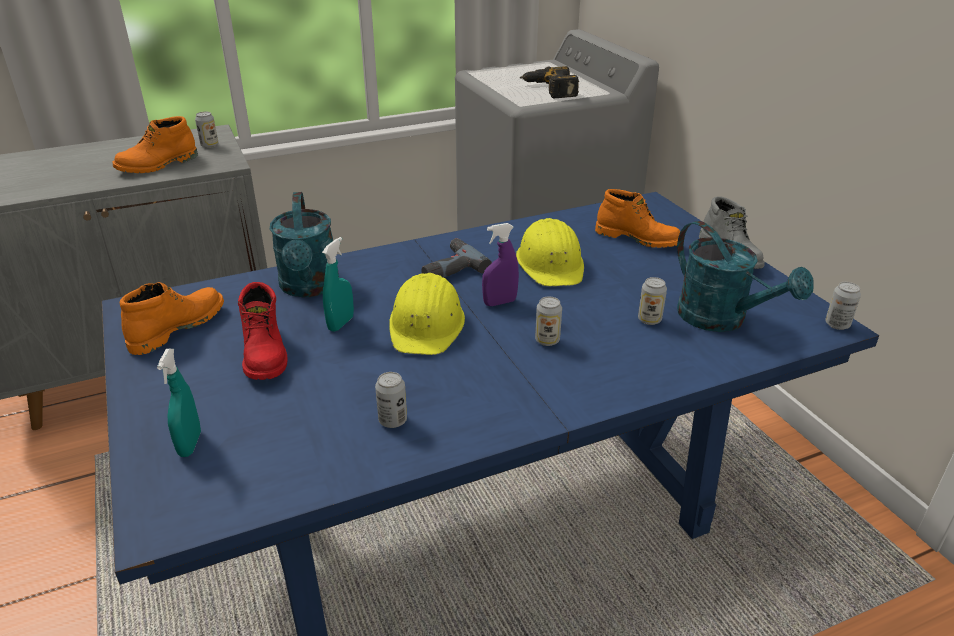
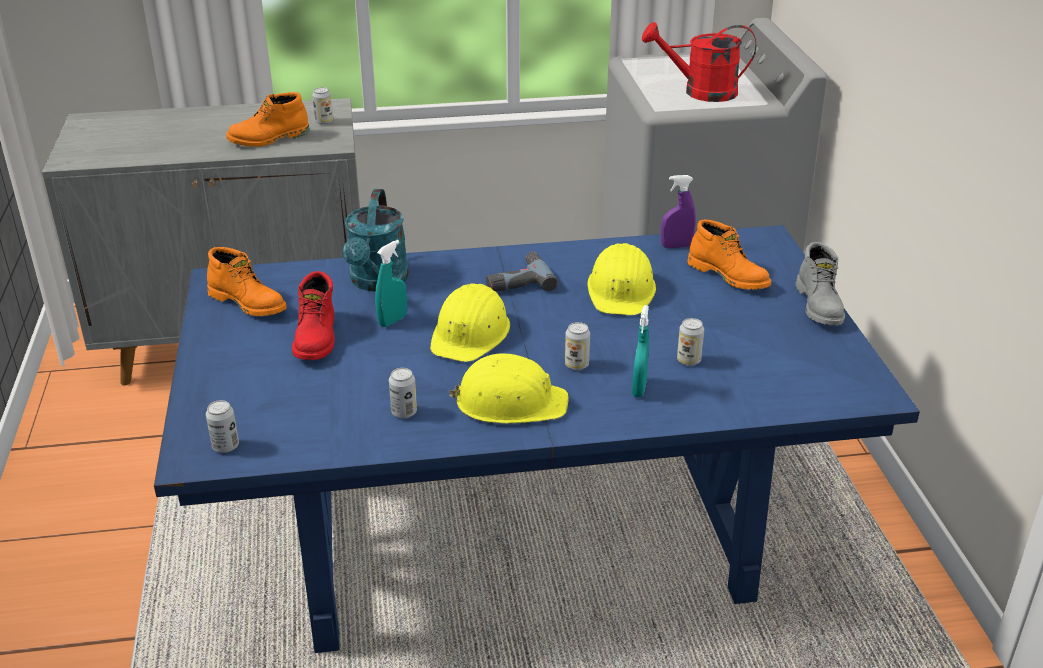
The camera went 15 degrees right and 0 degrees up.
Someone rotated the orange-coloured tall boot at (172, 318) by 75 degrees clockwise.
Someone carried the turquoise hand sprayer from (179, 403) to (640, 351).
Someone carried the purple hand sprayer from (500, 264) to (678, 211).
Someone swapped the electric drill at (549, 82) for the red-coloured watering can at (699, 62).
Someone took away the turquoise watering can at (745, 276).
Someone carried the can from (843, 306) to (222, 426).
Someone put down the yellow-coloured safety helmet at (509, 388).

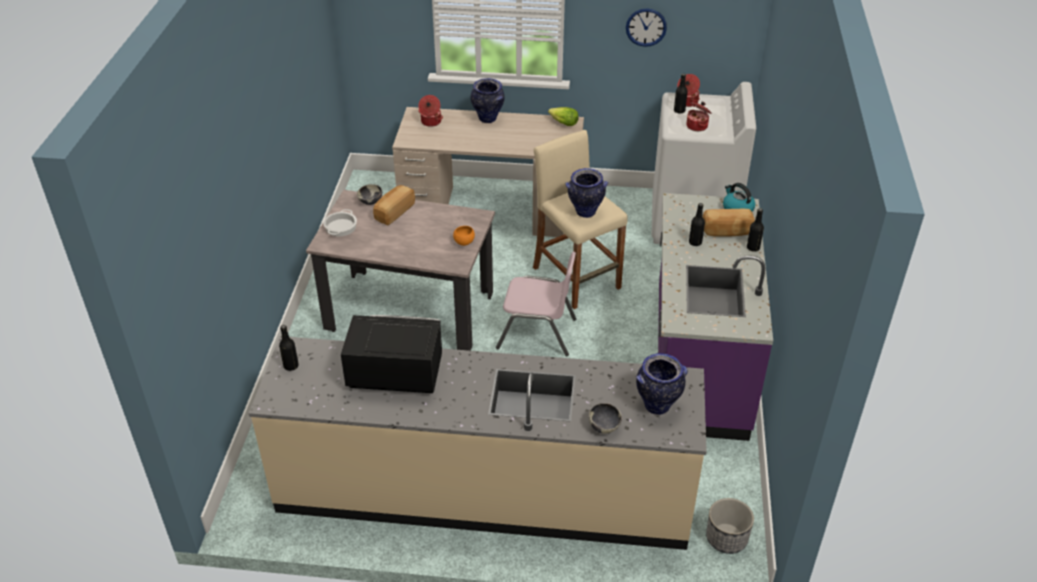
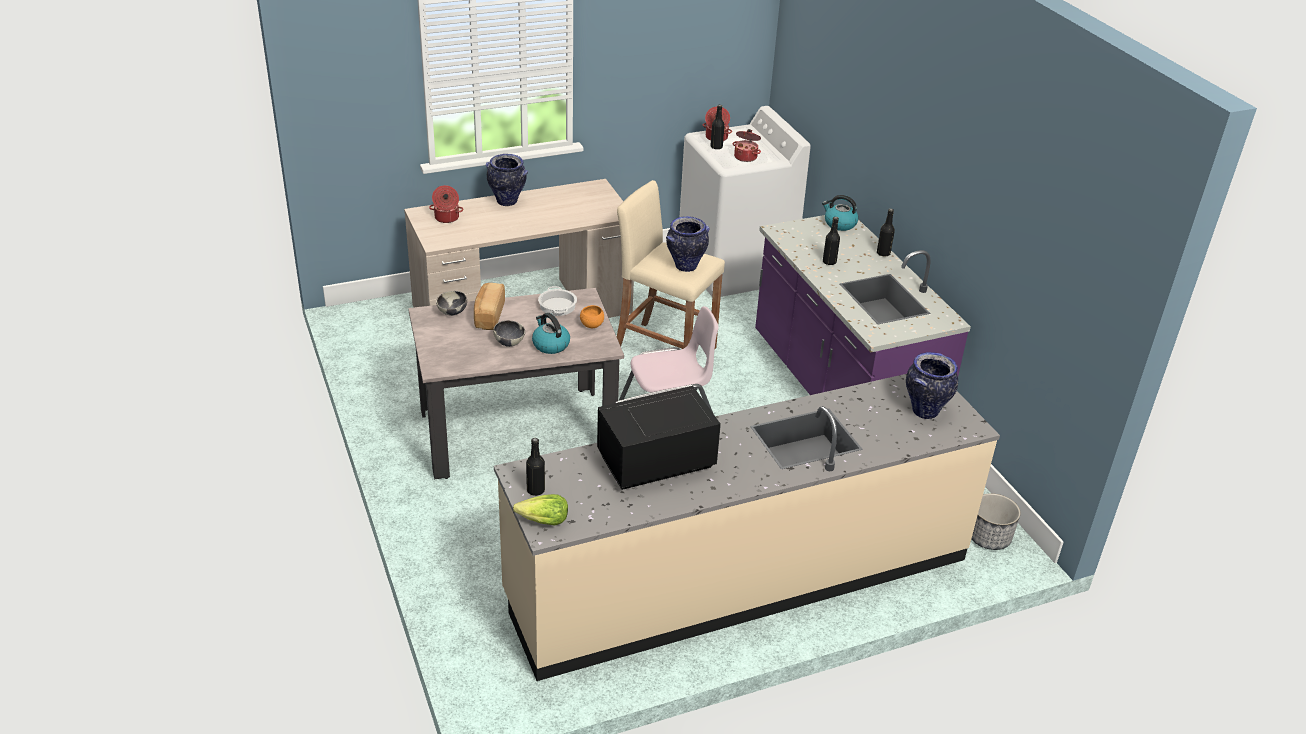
The camera went 30 degrees left and 5 degrees down.
Someone carried the saucepot from (340, 222) to (557, 301).
Someone carried the head of lettuce from (563, 116) to (540, 509).
Someone carried the serving bowl from (605, 418) to (509, 333).
Someone took away the clock on the wall at (646, 27).
Someone took away the bakery bread at (729, 223).
Someone put down the water kettle at (551, 333).

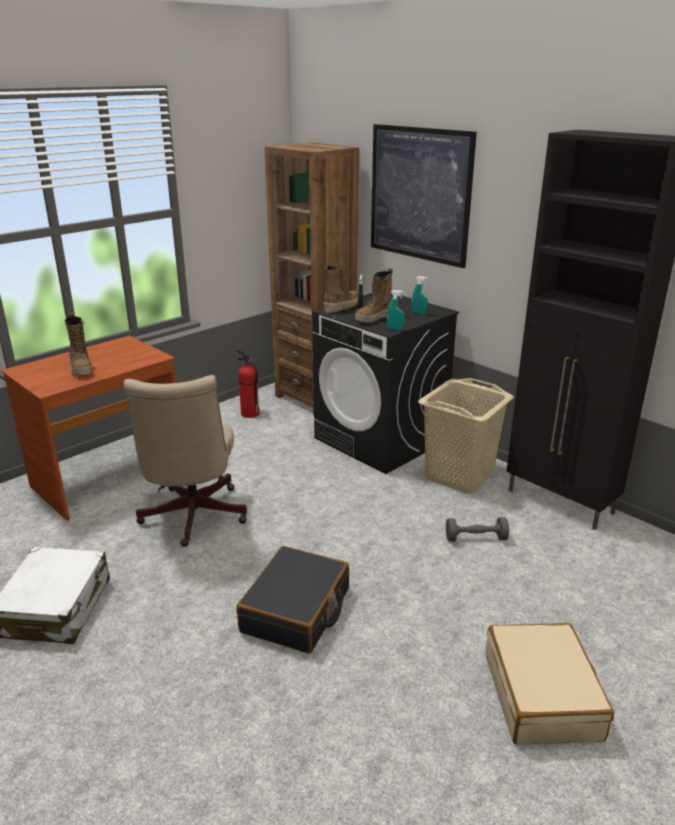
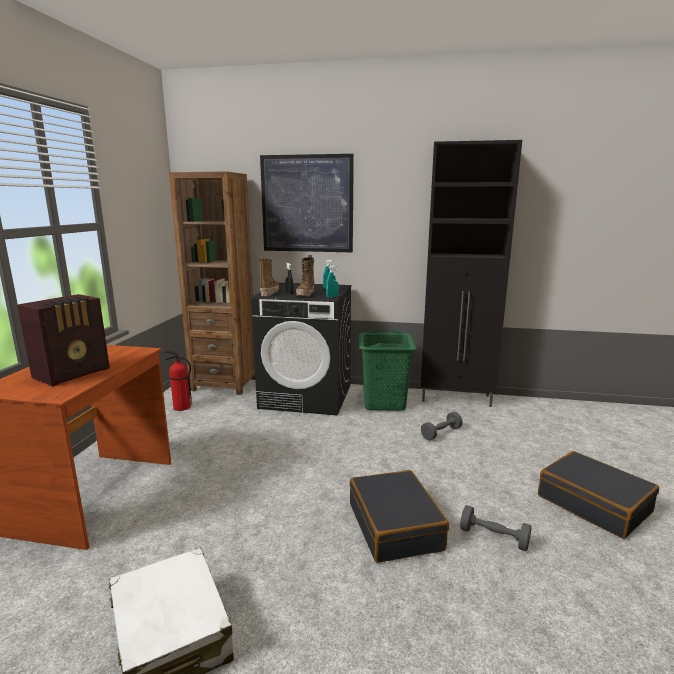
The camera went 35 degrees left and 10 degrees down.
Someone swapped the tall boot at (79, 344) for the radio at (63, 340).
Someone took away the beige office chair at (185, 461).
Someone repainted the beige hamper at (466, 436), which became the green hamper at (387, 370).
Someone repainted the beige piece of luggage at (549, 684), which became the black piece of luggage at (598, 495).
Someone put down the grey hand weight at (496, 528).

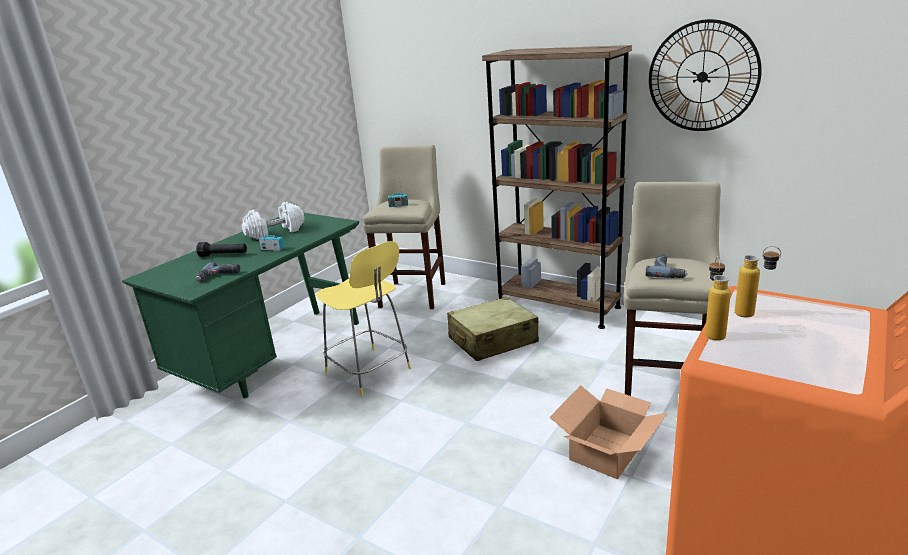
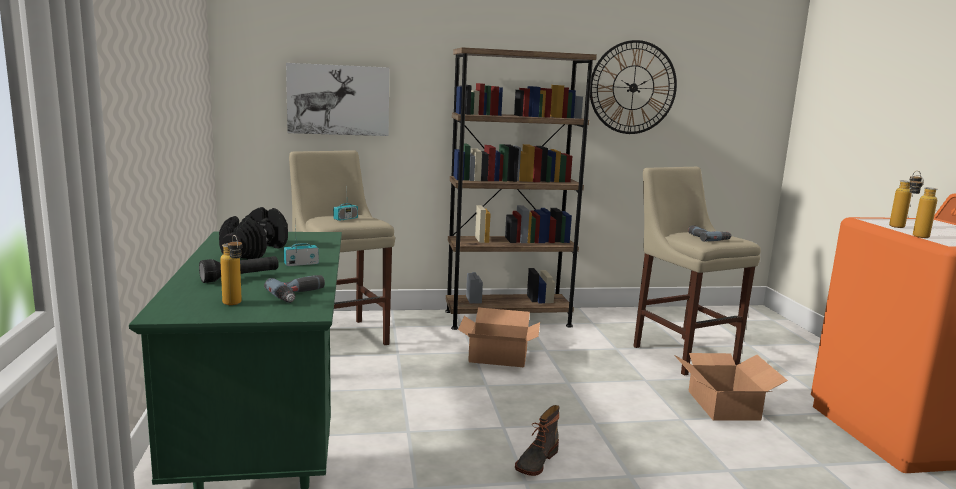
The camera went 45 degrees left and 10 degrees down.
Someone repainted the white-coloured hand weight at (273, 221), which became the black hand weight at (253, 233).
Someone took away the yellow-coloured stool seat at (363, 318).
Someone swapped the beige piece of luggage at (493, 329) for the carton at (499, 337).
Someone put down the drink bottle at (231, 270).
Someone put up the wall picture at (337, 99).
Someone put down the tall boot at (537, 440).

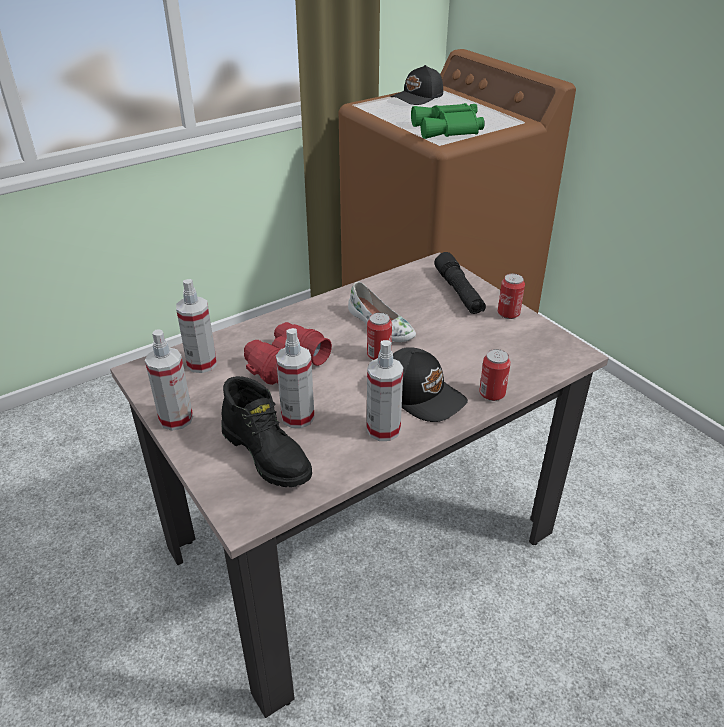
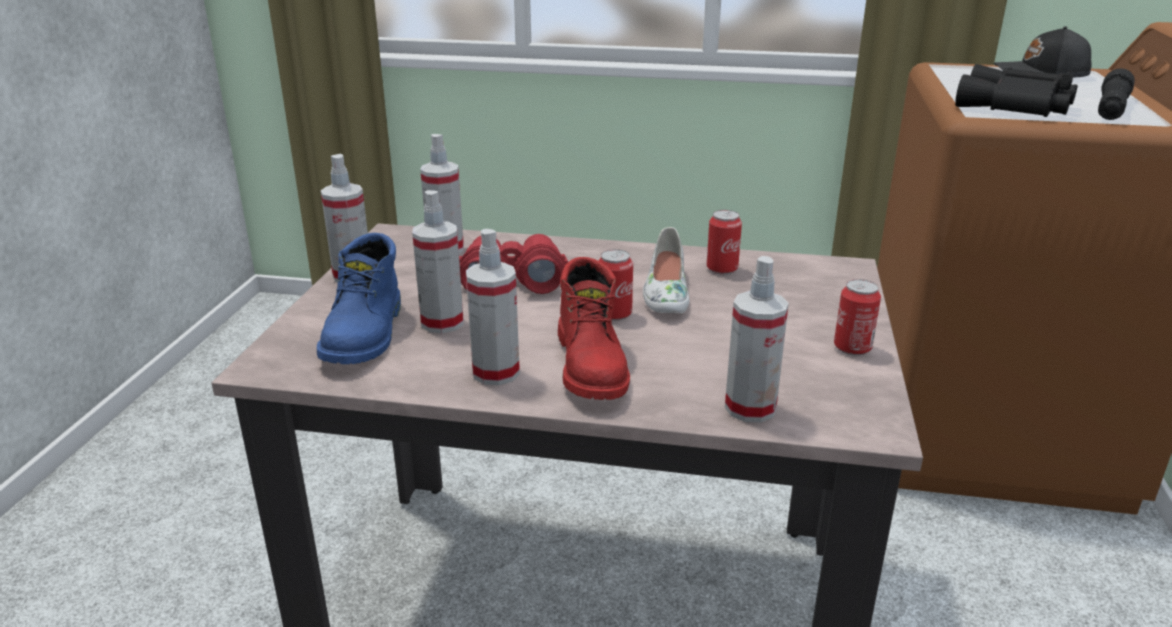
The camera went 45 degrees right and 10 degrees down.
Someone repainted the black tall boot at (266, 431), which became the blue tall boot at (359, 298).
Someone swapped the black cap at (430, 384) for the red-coloured tall boot at (594, 328).
Someone repainted the green binoculars at (448, 121), which became the black binoculars at (1016, 90).
Someone carried the black hand torch from (460, 283) to (1116, 94).
Someone carried the can from (495, 375) to (724, 242).
Someone put down the hand sprayer at (757, 339).

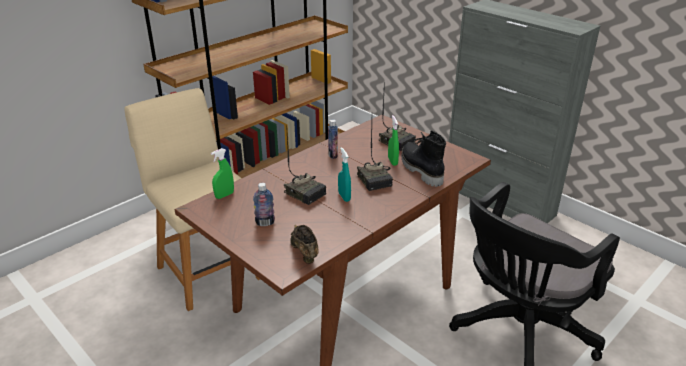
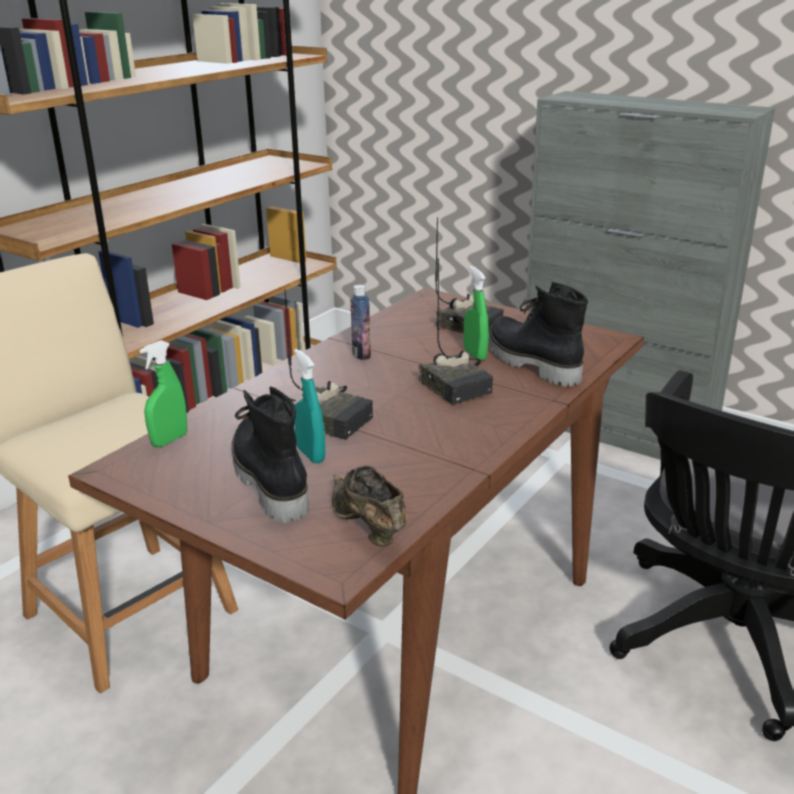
The camera went 10 degrees left and 5 degrees down.
Someone swapped the drink bottle at (264, 204) for the black tall boot at (270, 454).
Someone carried the turquoise hand sprayer from (344, 174) to (309, 406).

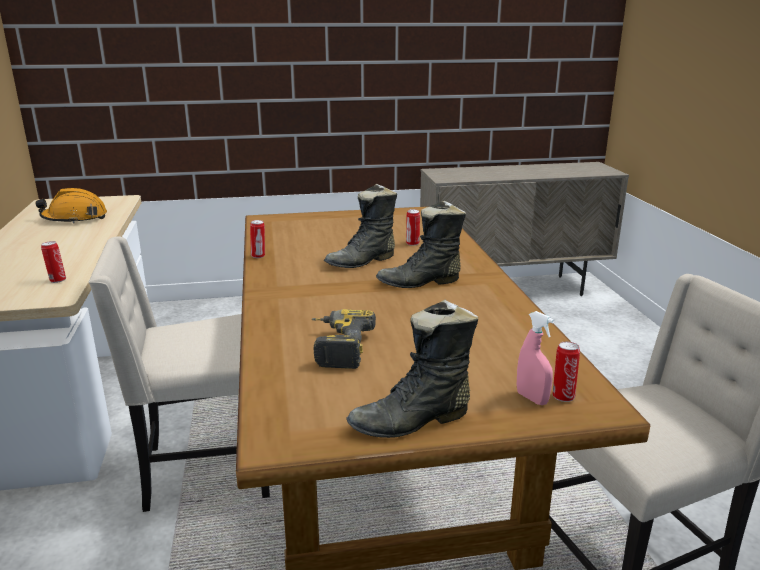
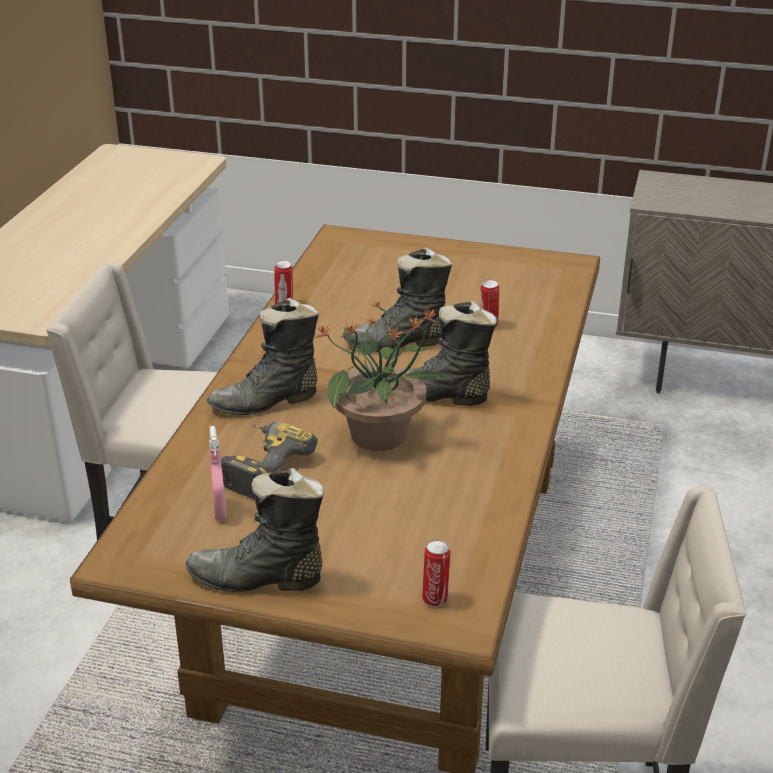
The camera went 25 degrees right and 10 degrees up.
Someone took away the orange-coloured safety helmet at (71, 206).
Someone took away the can at (53, 262).
Someone carried the pink hand sprayer from (536, 358) to (218, 473).
Someone put down the black tall boot at (263, 356).
Someone put down the potted plant at (383, 375).

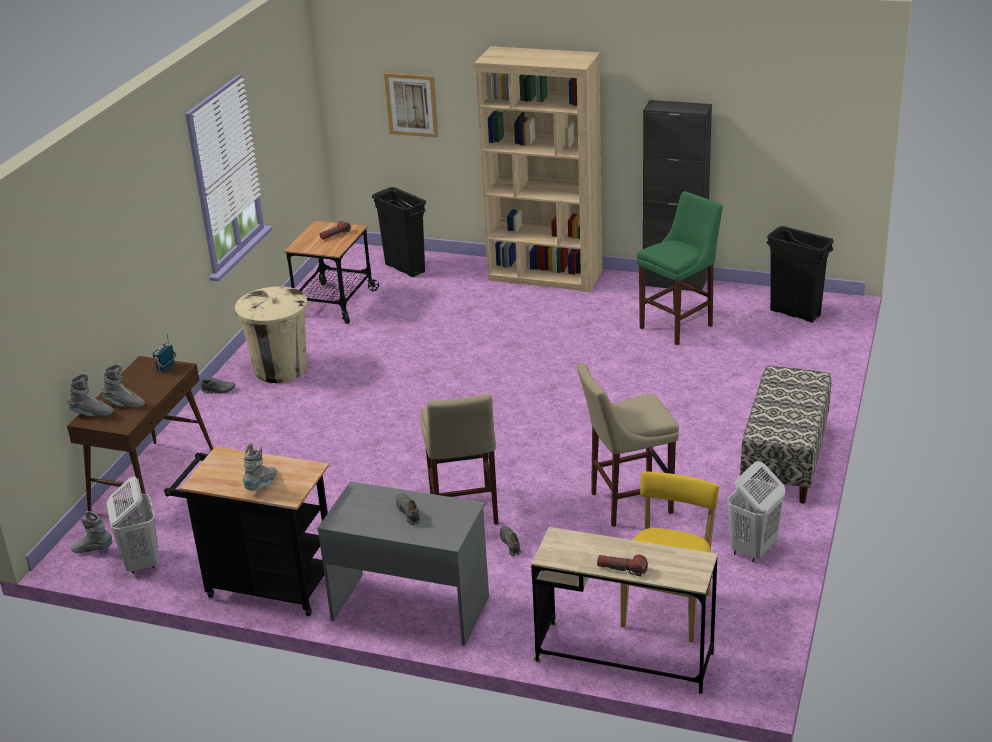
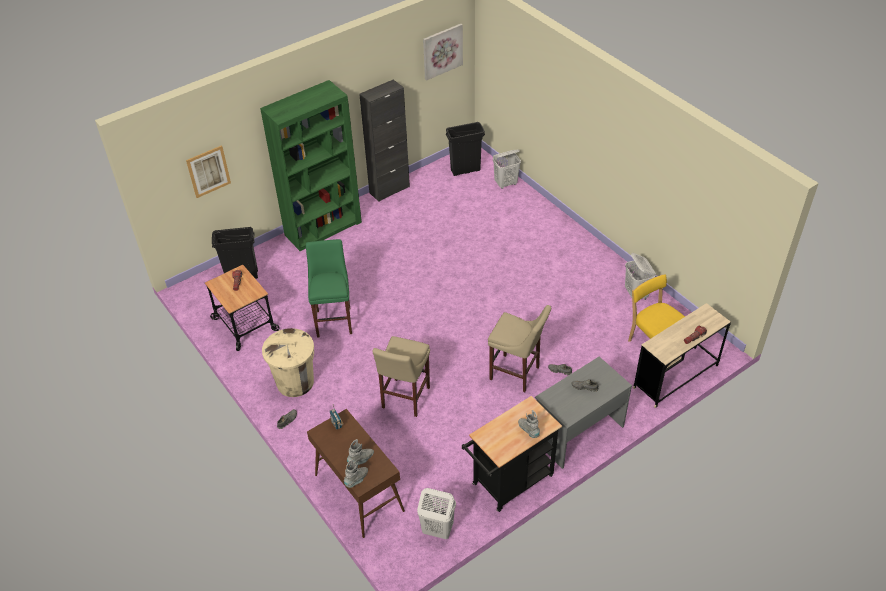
The camera went 55 degrees left and 15 degrees up.
Someone took away the grey tall boot at (91, 532).
Someone repainted the beige bookshelf at (538, 169), which became the green bookshelf at (311, 165).
Someone carried the beige stool seat from (628, 445) to (401, 376).
Someone carried the green stool seat from (680, 268) to (329, 288).
Someone took away the bench at (785, 435).
Someone put up the wall picture at (443, 52).
Someone put down the white-coloured hamper at (507, 169).

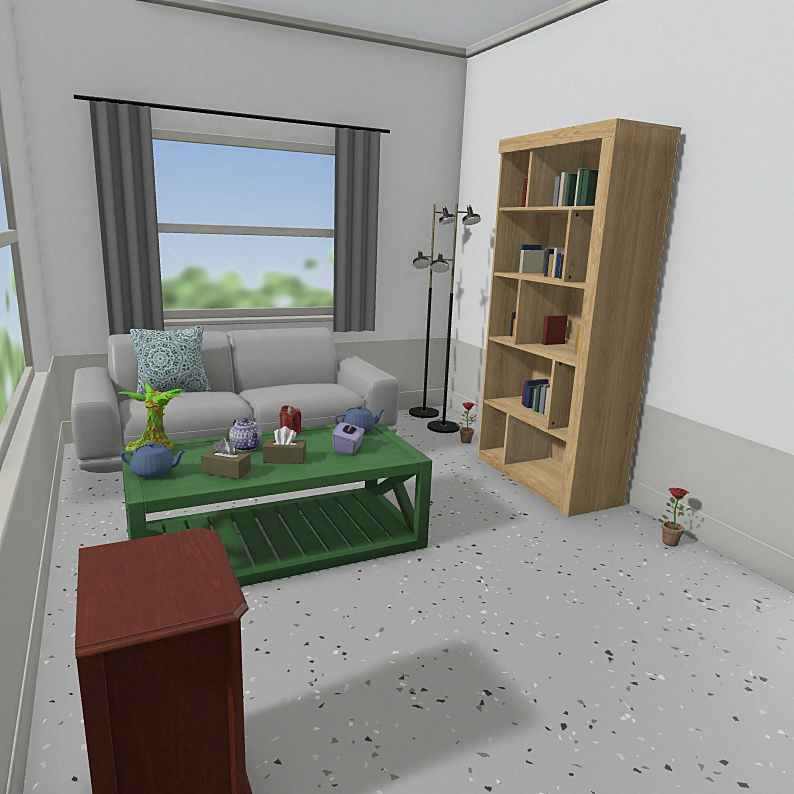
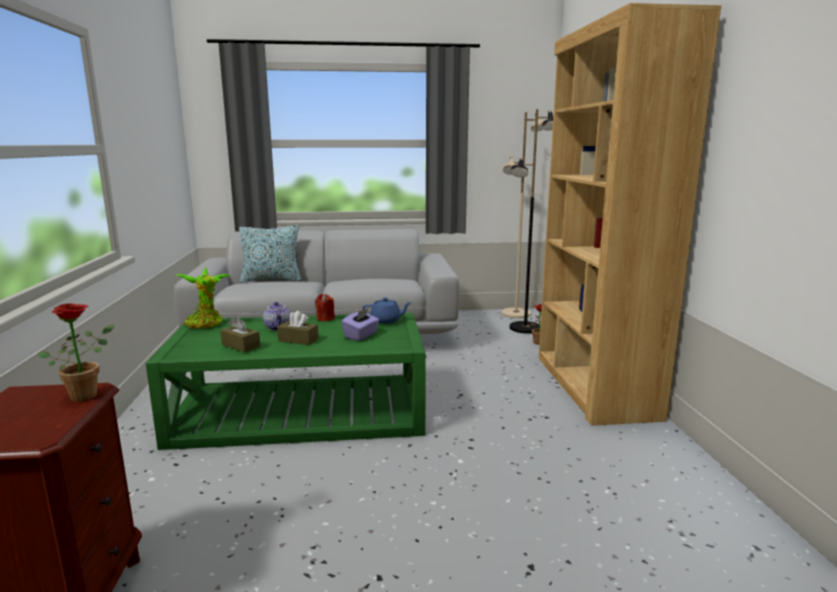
The camera went 20 degrees right and 0 degrees up.
Someone took away the blue pot for tea at (153, 460).
Someone repainted the black floor lamp at (432, 311), which became the beige floor lamp at (523, 215).
Someone carried the potted plant from (674, 517) to (75, 352).

